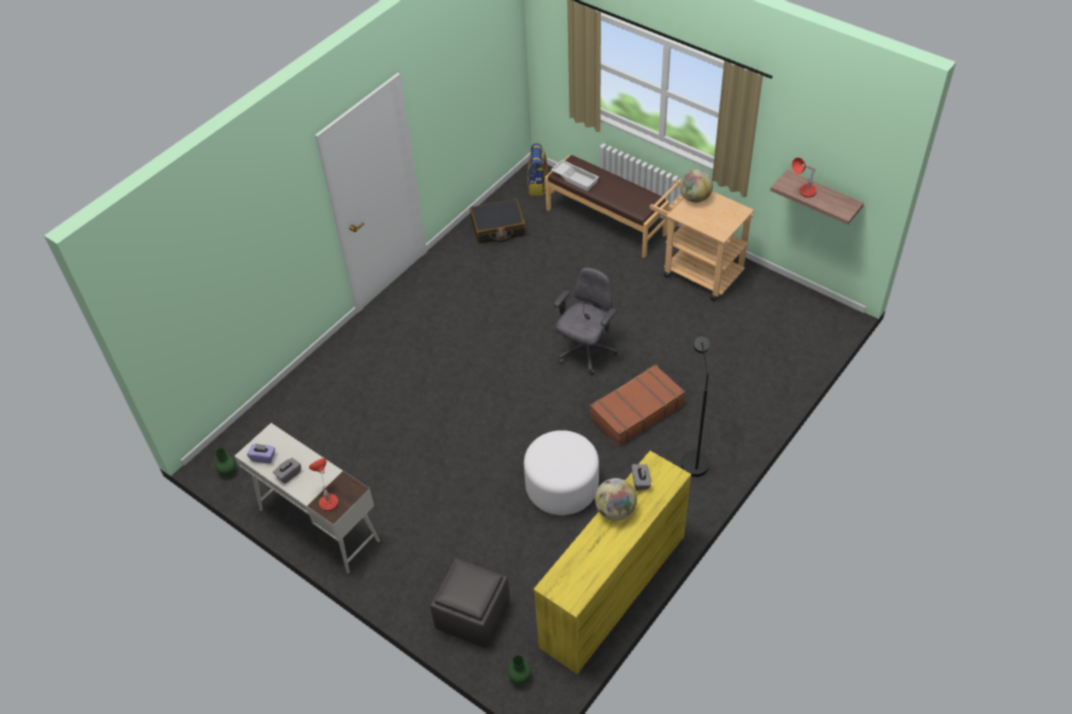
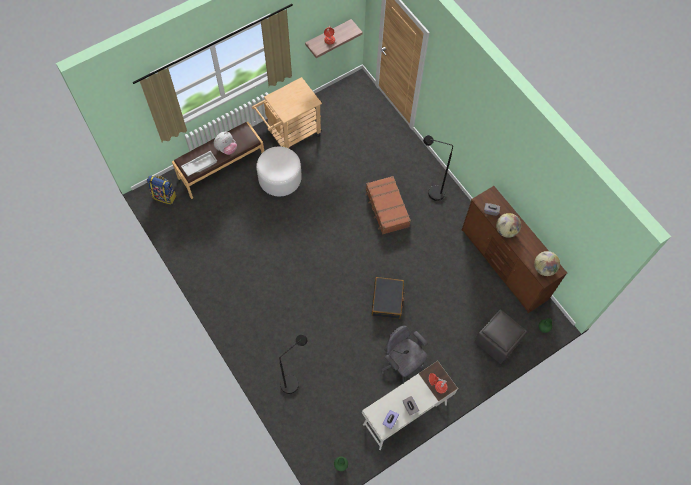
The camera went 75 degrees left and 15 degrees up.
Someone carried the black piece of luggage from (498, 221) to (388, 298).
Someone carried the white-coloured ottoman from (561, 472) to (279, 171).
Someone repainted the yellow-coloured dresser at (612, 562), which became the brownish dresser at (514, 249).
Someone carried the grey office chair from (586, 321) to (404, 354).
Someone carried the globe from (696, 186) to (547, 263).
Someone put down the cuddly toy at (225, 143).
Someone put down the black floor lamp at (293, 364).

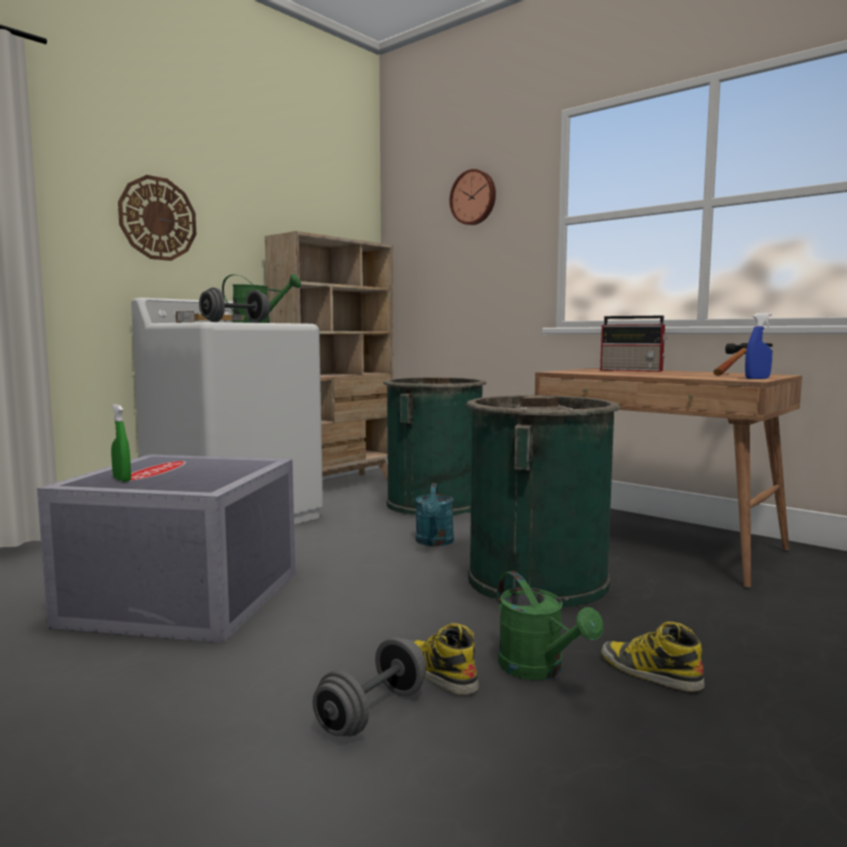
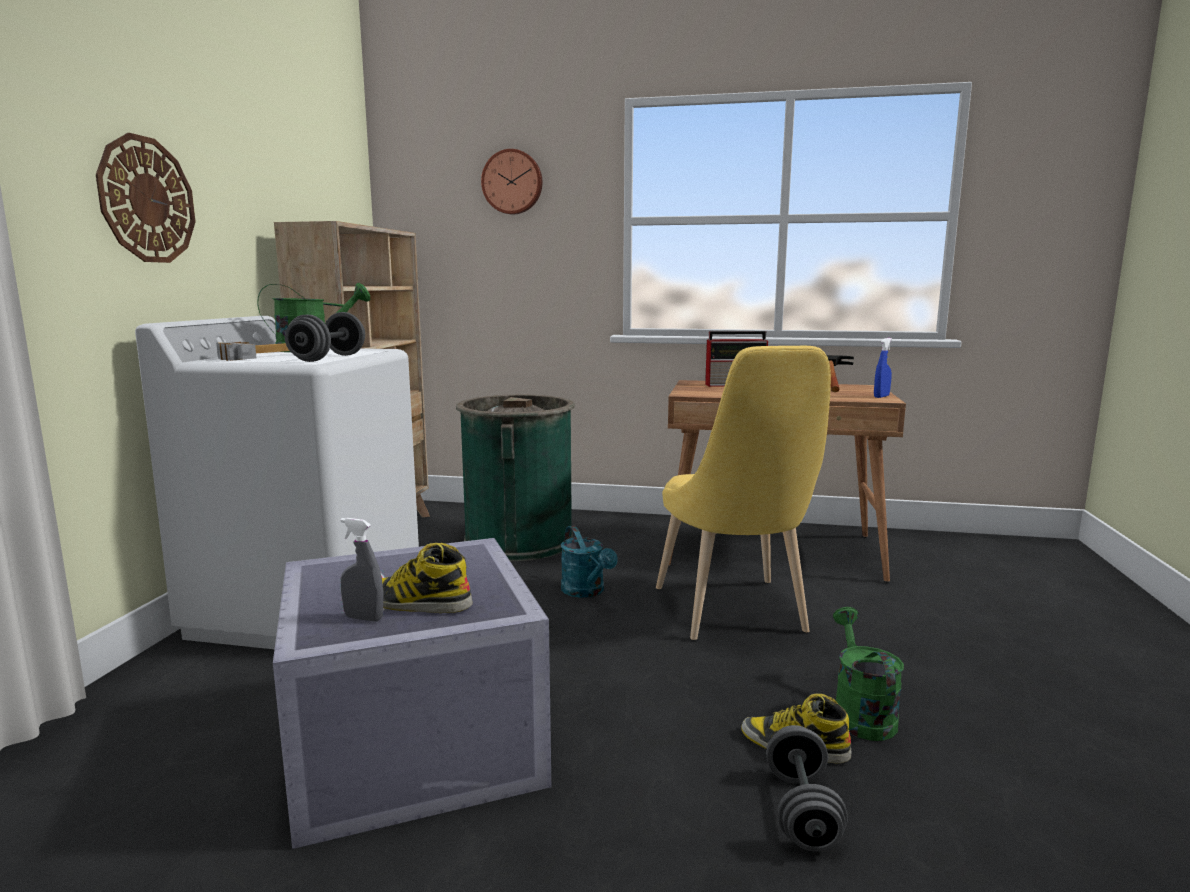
The camera went 30 degrees left and 5 degrees up.
Someone repainted the green hand sprayer at (121, 443), which became the grey hand sprayer at (361, 570).
Someone swapped the green trash can at (543, 501) for the yellow-coloured chair at (743, 493).
Someone rotated the green watering can at (550, 625) by 120 degrees counterclockwise.
Someone carried the tall boot from (653, 657) to (427, 578).

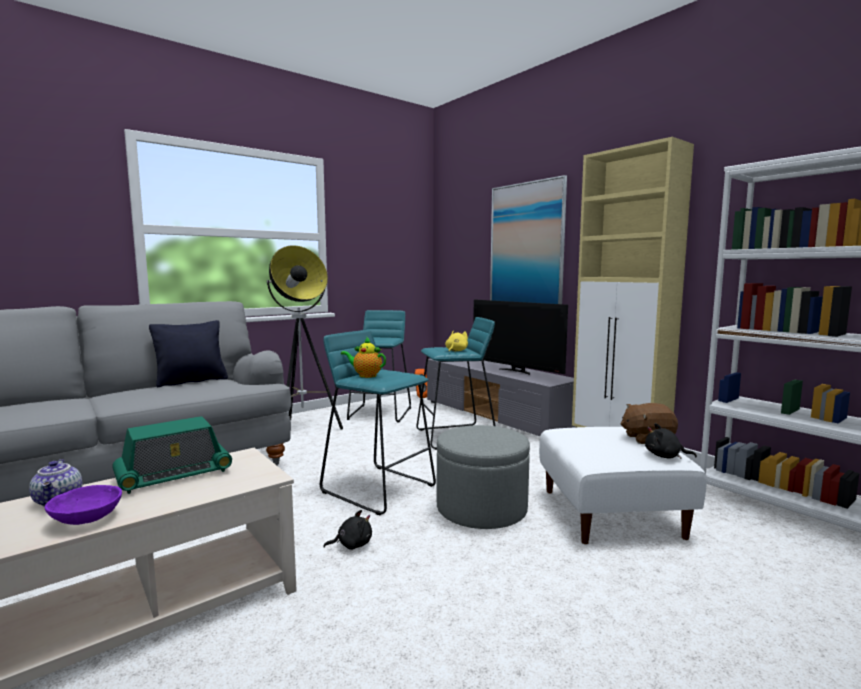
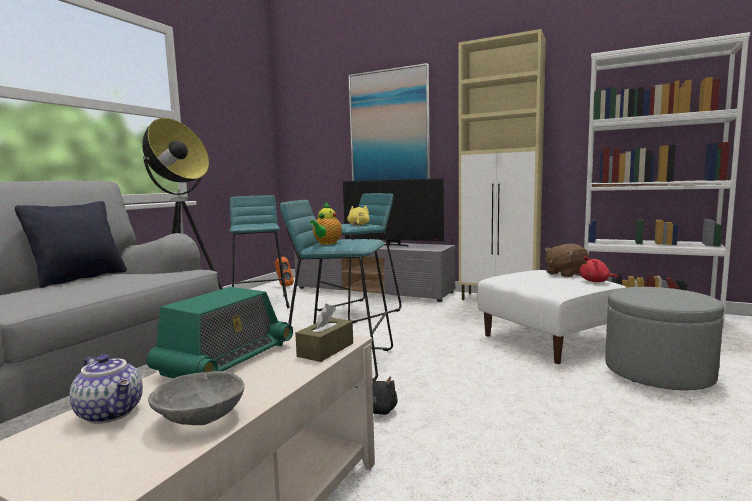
The camera went 25 degrees left and 0 degrees up.
Someone repainted the purple serving bowl at (83, 505), which became the grey serving bowl at (196, 398).
Someone rotated the pot for tea at (363, 357) by 60 degrees counterclockwise.
Someone carried the grey ottoman from (483, 477) to (664, 338).
Someone repainted the black cuddly toy at (671, 441), which became the red-coloured cuddly toy at (598, 269).
Someone put down the brownish box of tissues at (324, 333).

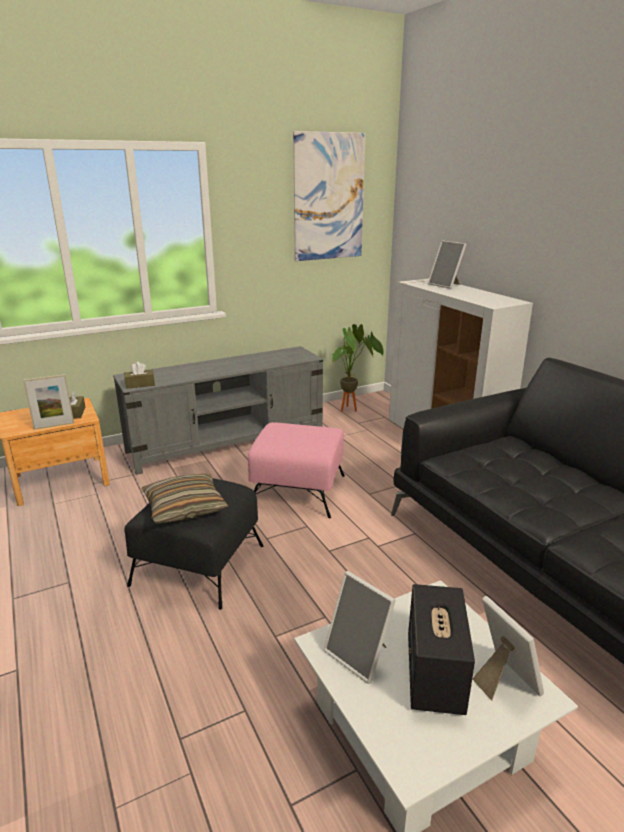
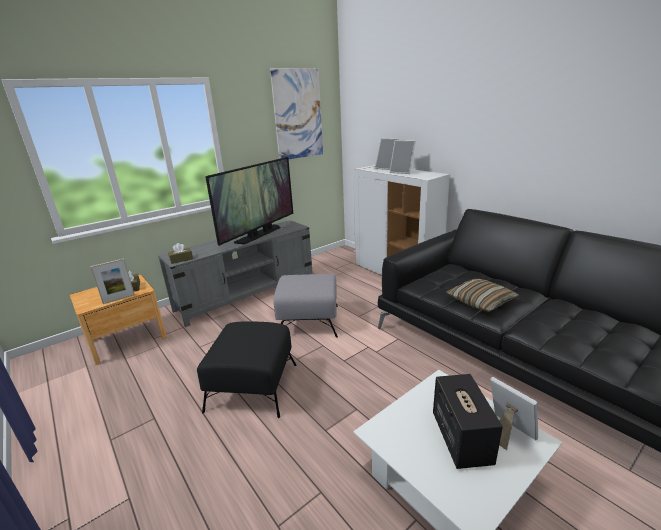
The camera went 10 degrees left and 0 degrees up.
Someone carried the throw pillow from (185, 499) to (483, 295).
Someone repainted the pink ottoman at (296, 470), which became the grey ottoman at (305, 306).
Someone carried the photo frame from (360, 627) to (402, 157).
Someone took away the potted plant at (357, 368).
Someone put down the TV at (249, 201).

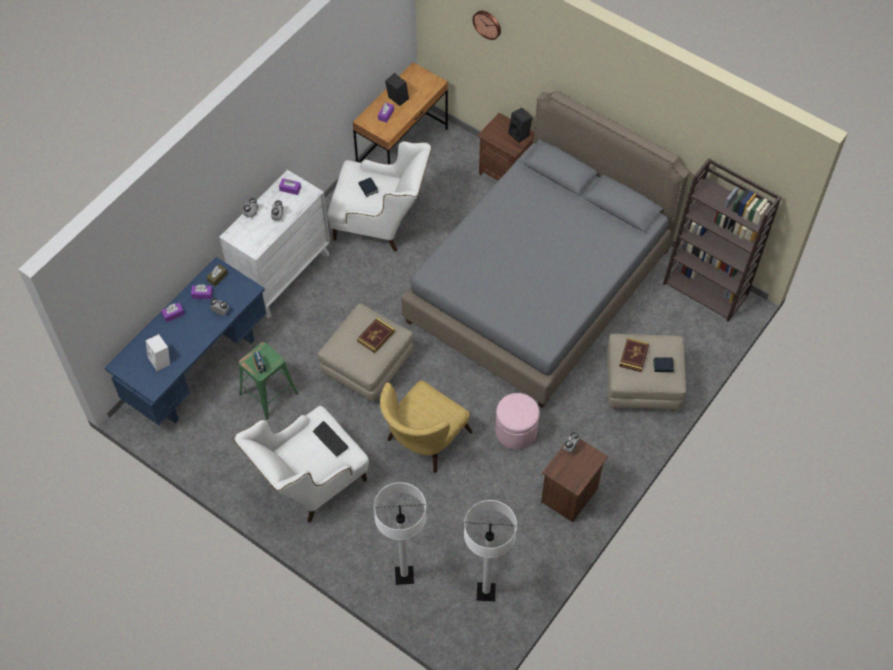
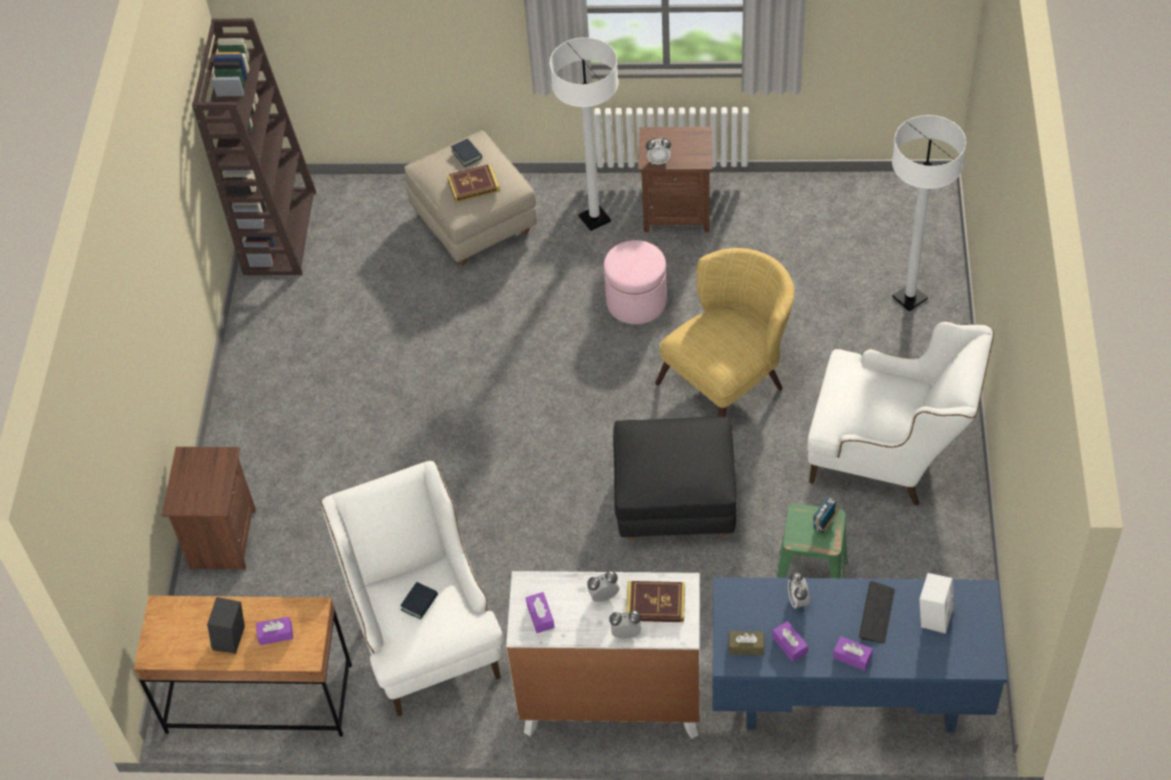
The camera went 120 degrees left and 5 degrees down.
Someone carried the keyboard from (330, 439) to (877, 612).
Someone repainted the beige ottoman at (365, 352), which became the black ottoman at (675, 477).
Someone carried the volume from (376, 335) to (655, 601).
Someone rotated the yellow-coloured lounge chair at (426, 427) by 45 degrees counterclockwise.
Someone took away the grey sleeping bed at (545, 249).
Someone carried the white-coloured floor lamp from (490, 550) to (584, 134).
Someone took away the clock on the wall at (487, 25).
Someone took away the black loudspeaker at (520, 125).

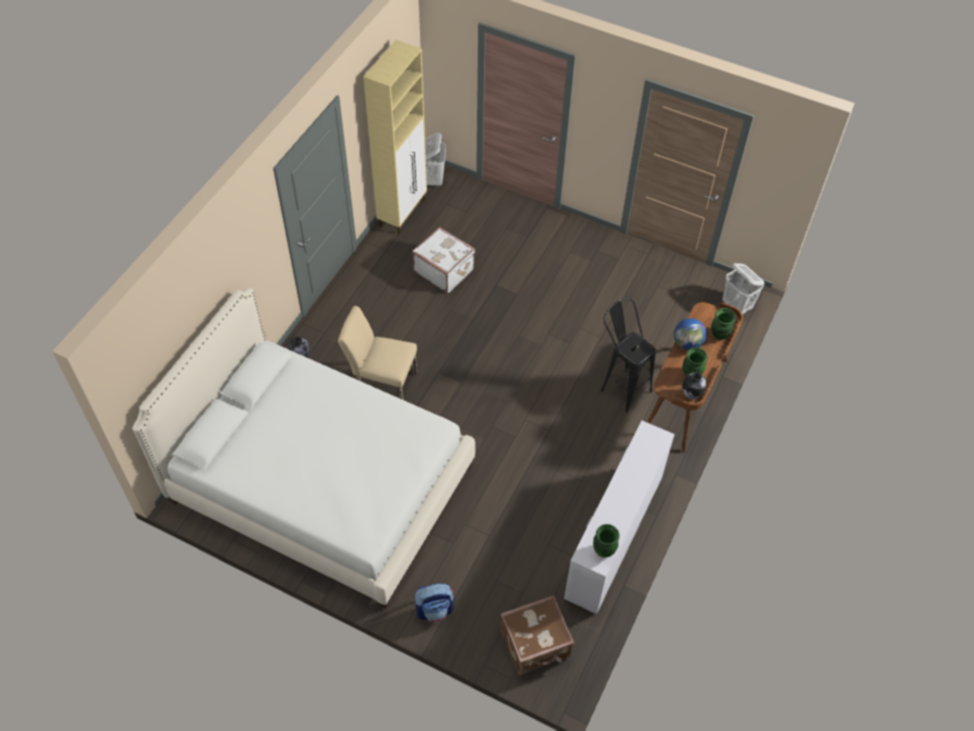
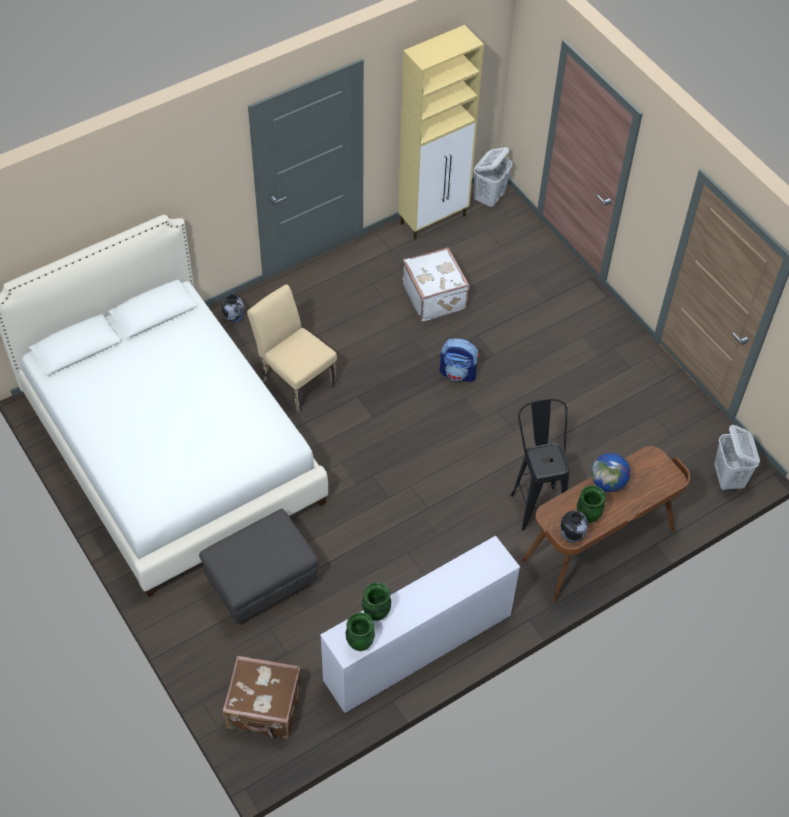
The camera went 30 degrees right and 0 degrees up.
Someone carried the knapsack from (434, 602) to (460, 360).
Someone carried the green decorative vase from (723, 324) to (376, 601).
Someone put down the grey ottoman at (259, 566).

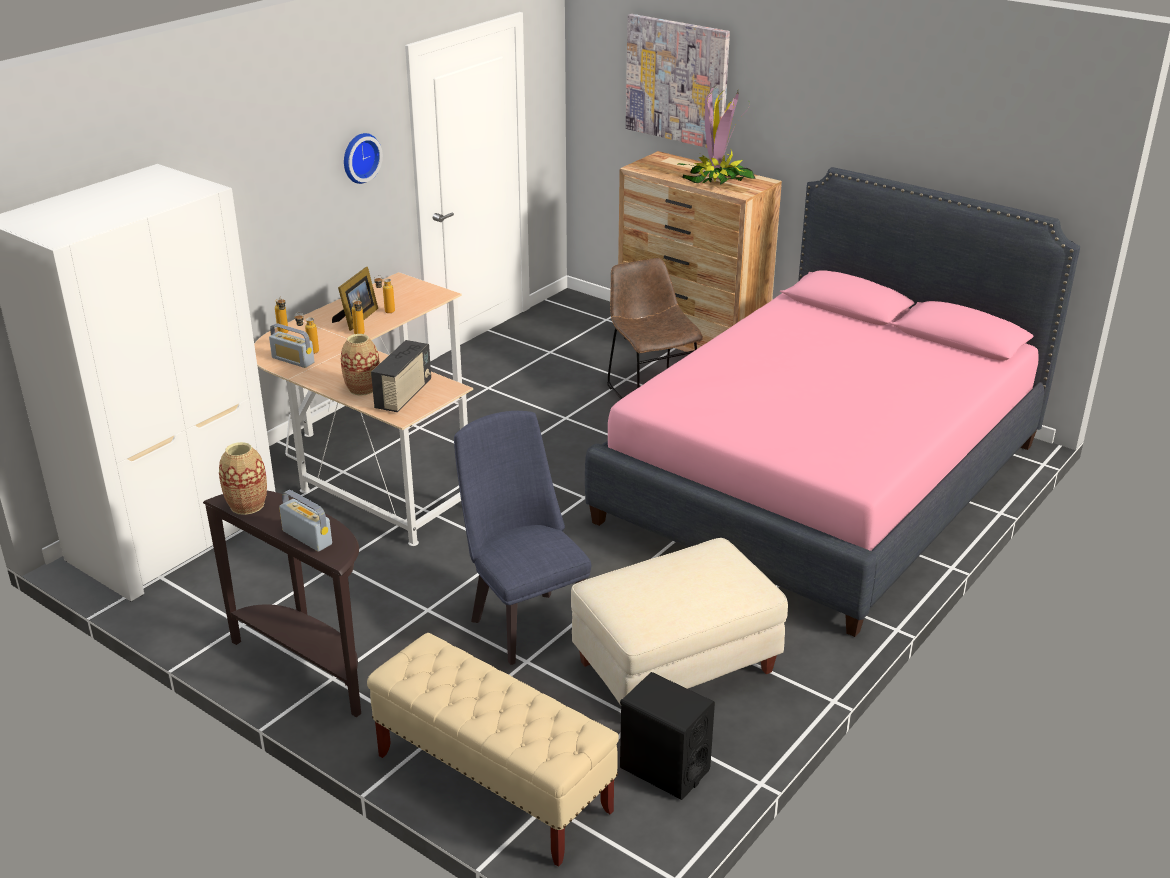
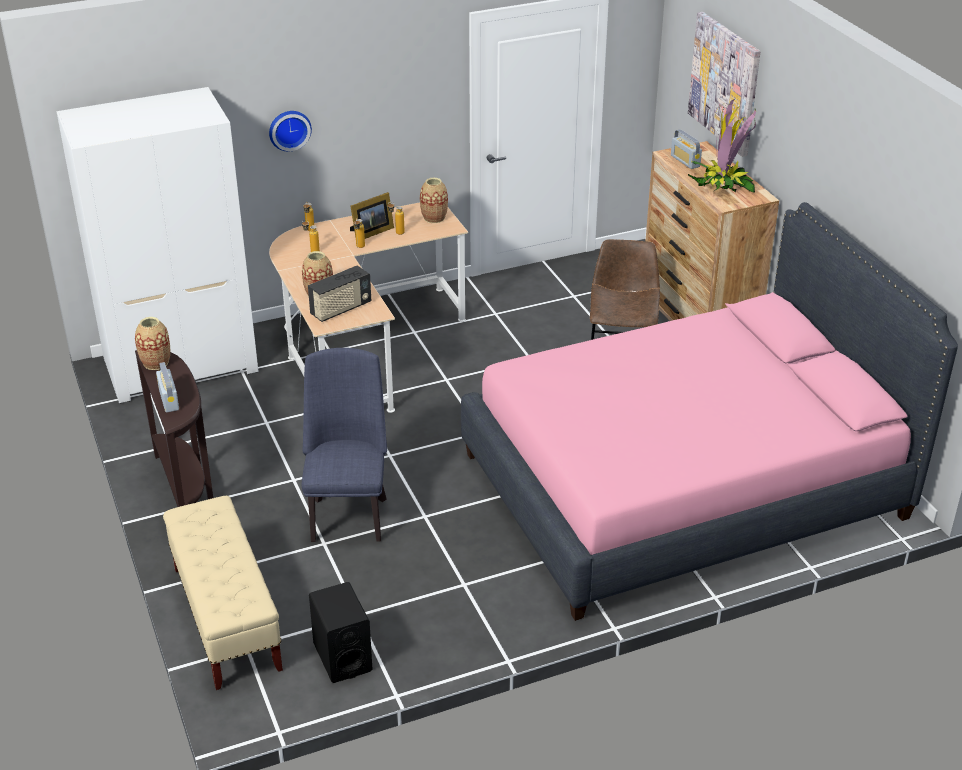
The camera went 30 degrees right and 5 degrees up.
Someone carried the radio from (291, 345) to (686, 149).
Someone carried the clock on the wall from (363, 158) to (290, 131).
Someone took away the beige ottoman at (679, 621).
Someone put down the decorative vase at (434, 200).

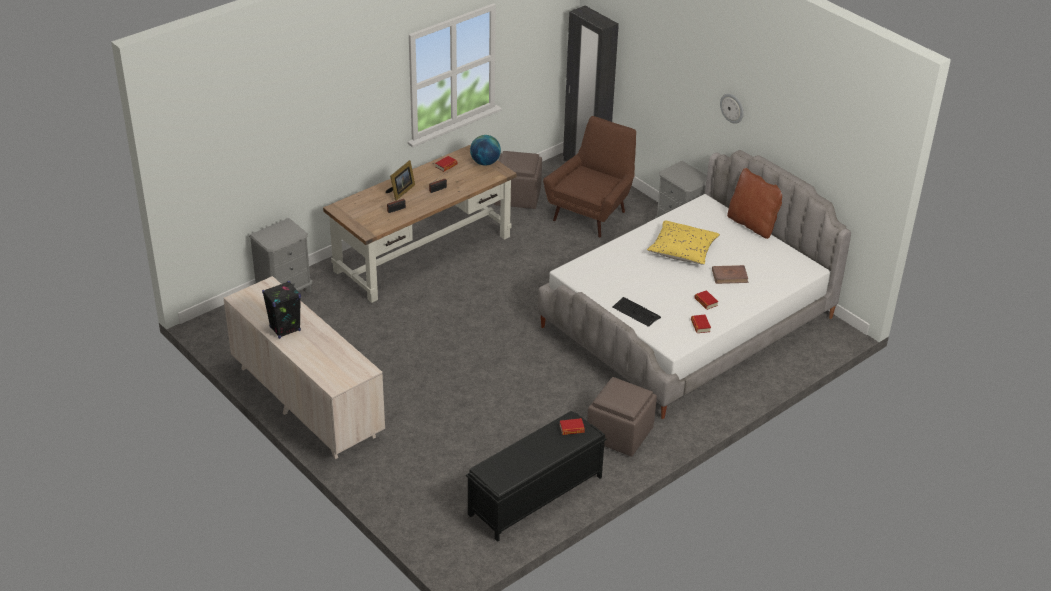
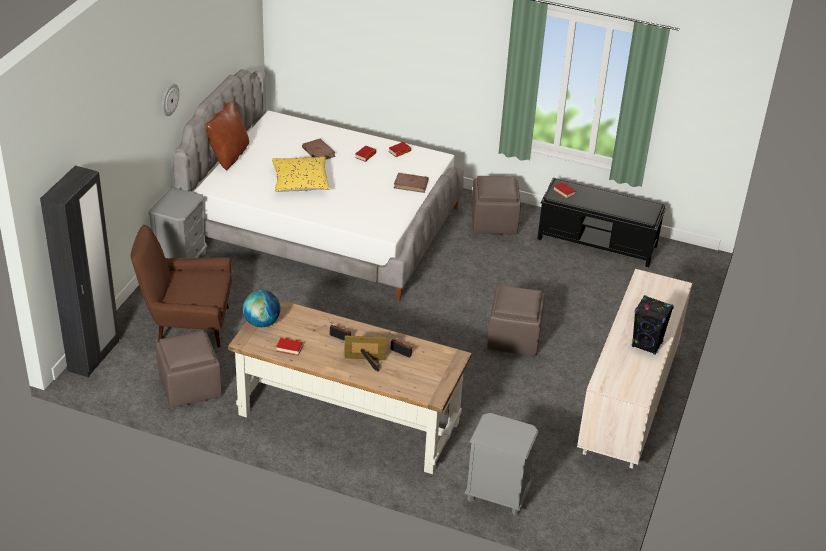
The camera went 120 degrees left and 0 degrees up.
Someone swapped the keyboard at (636, 312) for the brownish volume at (411, 183).
Someone put down the brownish ottoman at (516, 320).

